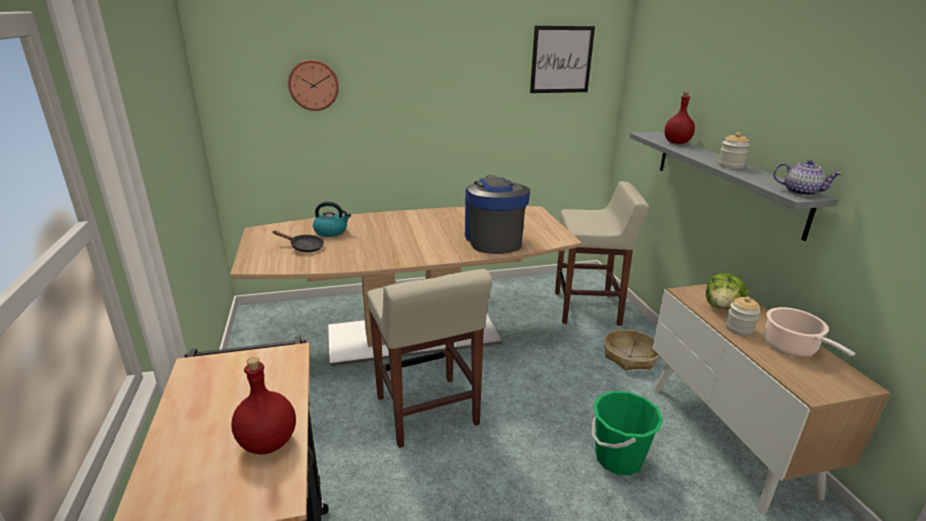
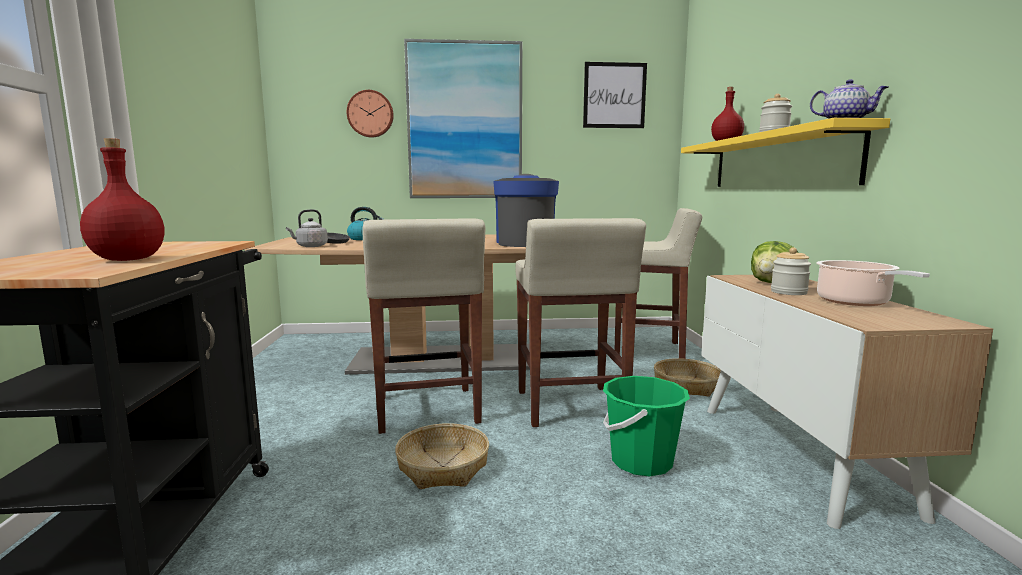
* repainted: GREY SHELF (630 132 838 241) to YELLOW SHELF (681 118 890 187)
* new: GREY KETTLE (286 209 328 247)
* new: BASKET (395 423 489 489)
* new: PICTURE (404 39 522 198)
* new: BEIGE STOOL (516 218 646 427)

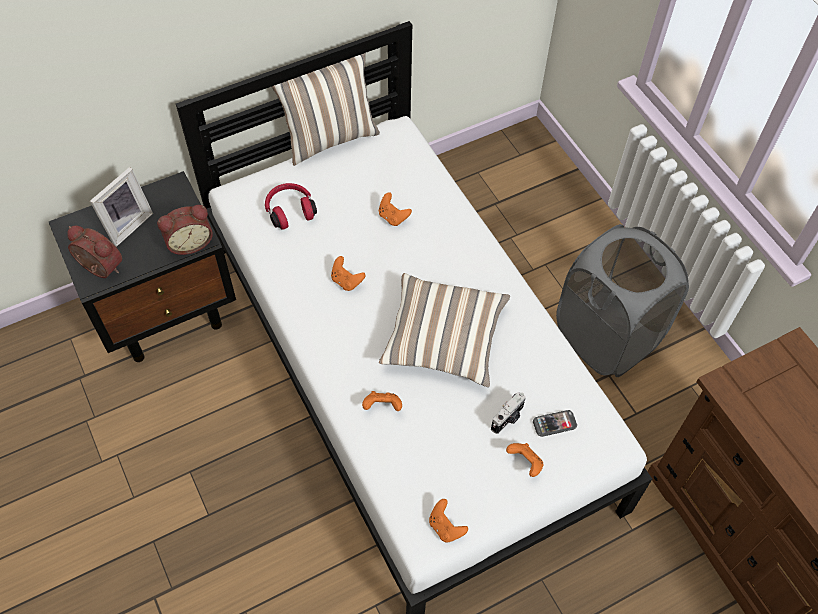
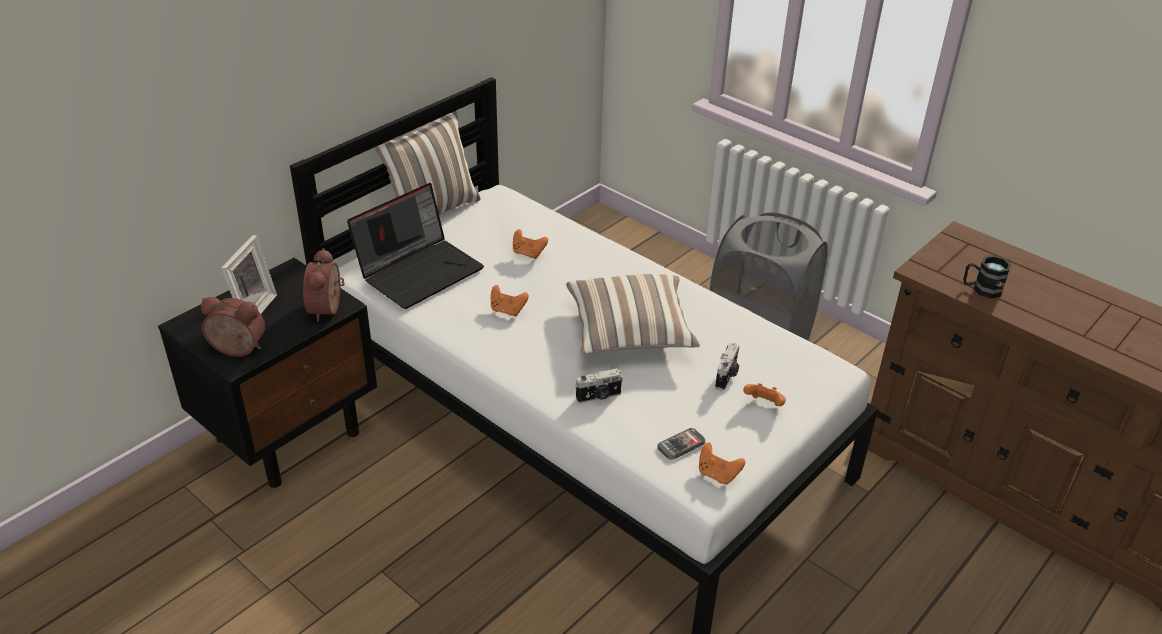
* rotated: ALARM CLOCK (157 205 213 255) = (303 248 345 322) 135 degrees clockwise
* swapped: RED HEADPHONES (265 183 317 230) to LAPTOP (347 183 484 309)
* swapped: ORANGE GAME CONTROLLER (362 391 402 411) to PHOTO CAMERA (575 368 623 403)
* shifted: PHONE (533 410 577 437) to (657 428 705 460)
* new: BLACK MUG (963 255 1012 299)

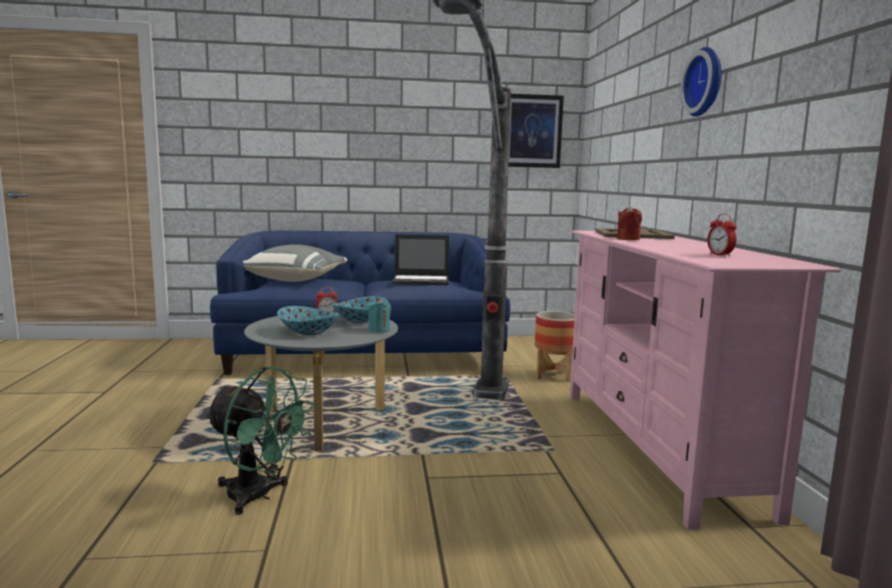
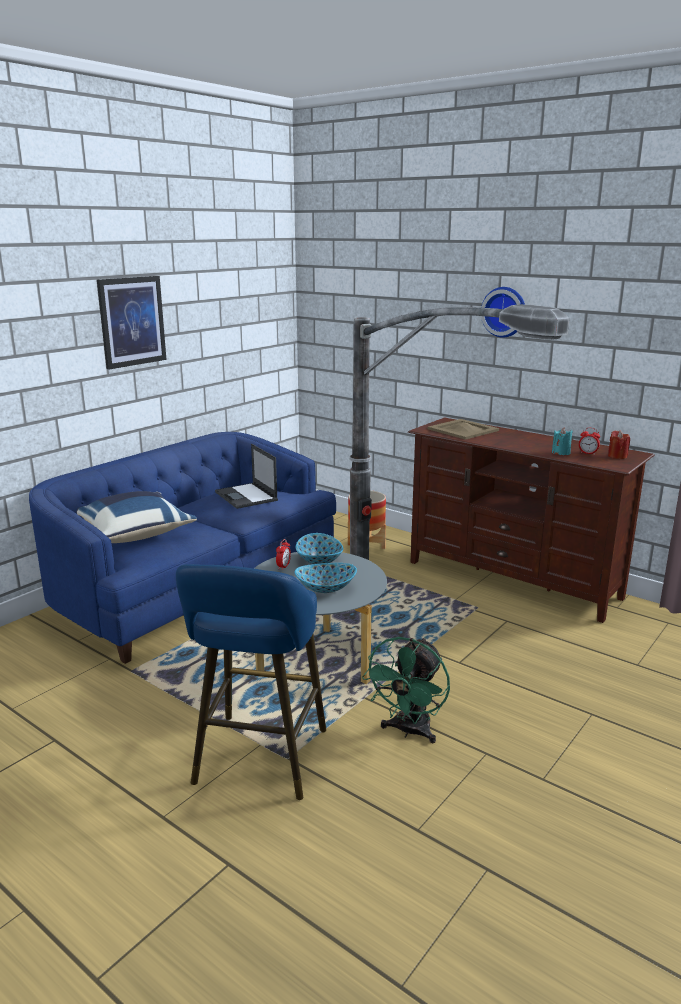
* rotated: GREEN FAN (205 367 315 515) = (362 637 450 744) 135 degrees clockwise
* repainted: GREY PILLOW (243 244 347 282) to BLUE PILLOW (76 491 197 543)
* shifted: TURQUOISE CANDLE (368 298 391 332) to (552 427 573 455)
* rotated: LAPTOP (392 234 449 285) = (215 444 278 509) 105 degrees clockwise
* shifted: PICTURE (508 94 564 168) to (97 276 166 369)
* repainted: PINK TV STAND (570 231 841 530) to BROWN TV STAND (408 417 655 623)
* shifted: RED CANDLE (617 206 642 240) to (608 431 630 459)
* new: BLUE STOOL (176 564 326 800)

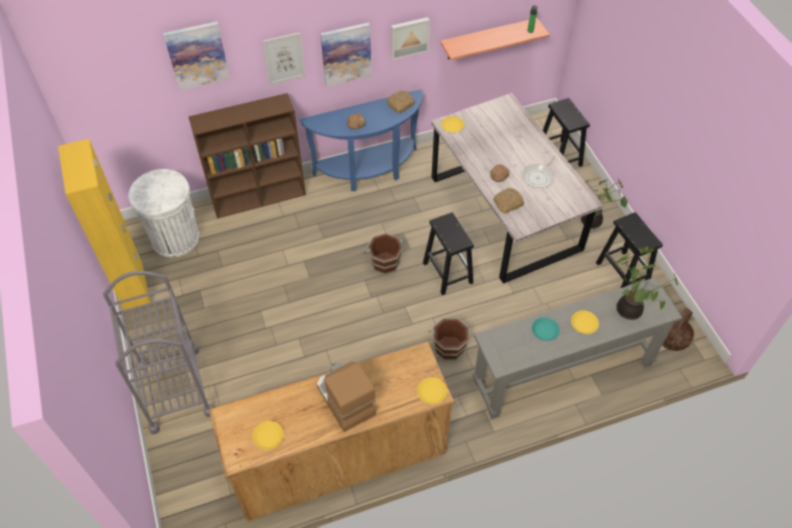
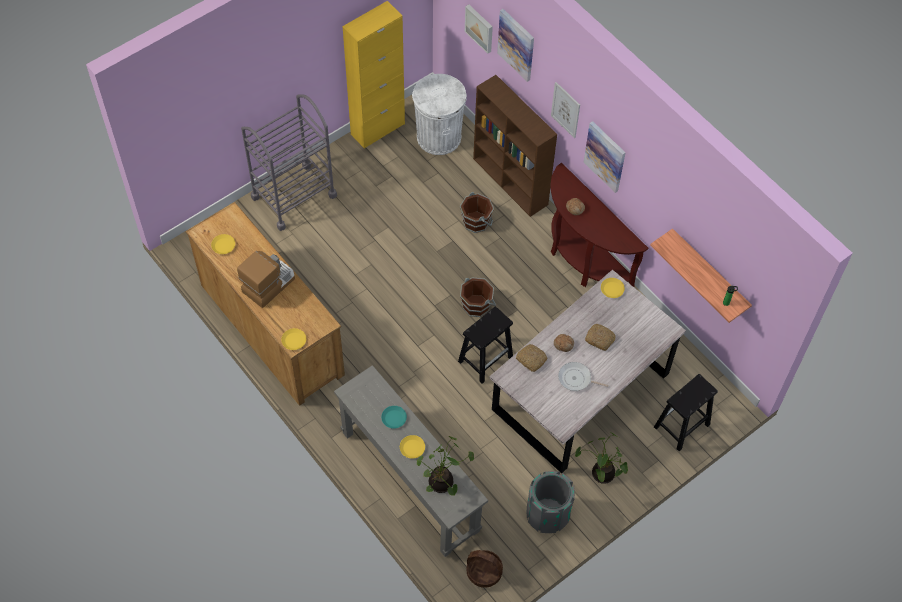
* repainted: BLUE CONSOLE TABLE (300 89 423 191) to BROWN CONSOLE TABLE (550 163 648 287)
* shifted: BREAD (387 91 415 113) to (585 324 616 351)
* shifted: PICTURE (391 17 430 60) to (465 4 493 54)
* shifted: BROWN BUCKET (429 318 472 361) to (460 192 494 233)
* swapped: BLACK STOOL (596 212 663 288) to GREY TRASH CAN (527 471 575 533)

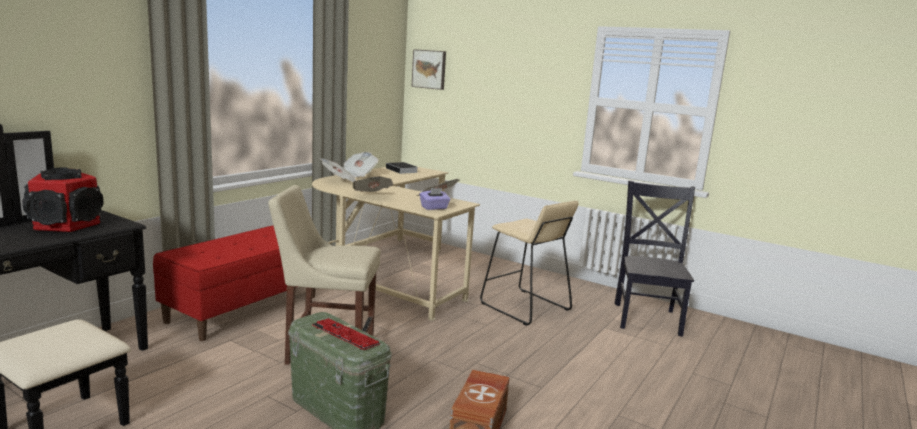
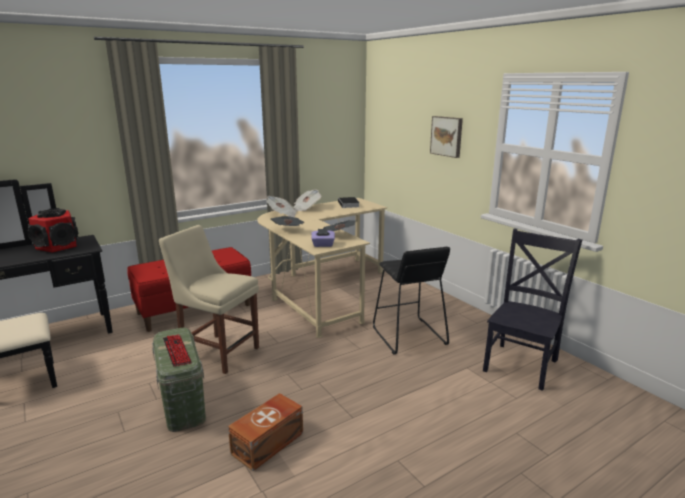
* shifted: PICTURE (412 49 446 90) to (430 116 463 158)
* repainted: BEIGE STOOL (480 201 578 326) to BLACK STOOL (373 247 450 355)

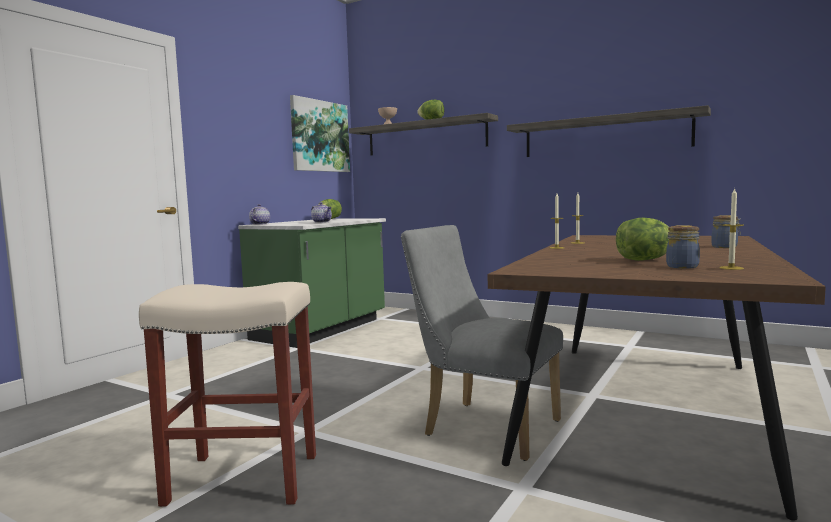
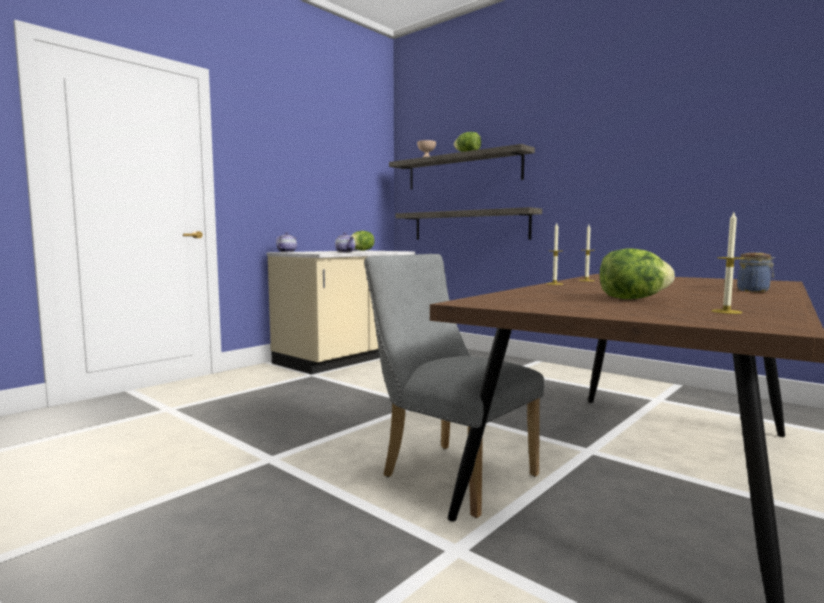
* gone: BEIGE STOOL (139 282 316 507)
* repainted: GREEN COUNTER (238 218 386 348) to BEIGE COUNTER (267 250 415 374)
* gone: PICTURE (290 95 350 172)
* shifted: SHELF (507 105 711 157) to (396 207 542 240)
* gone: JAR (666 225 700 269)

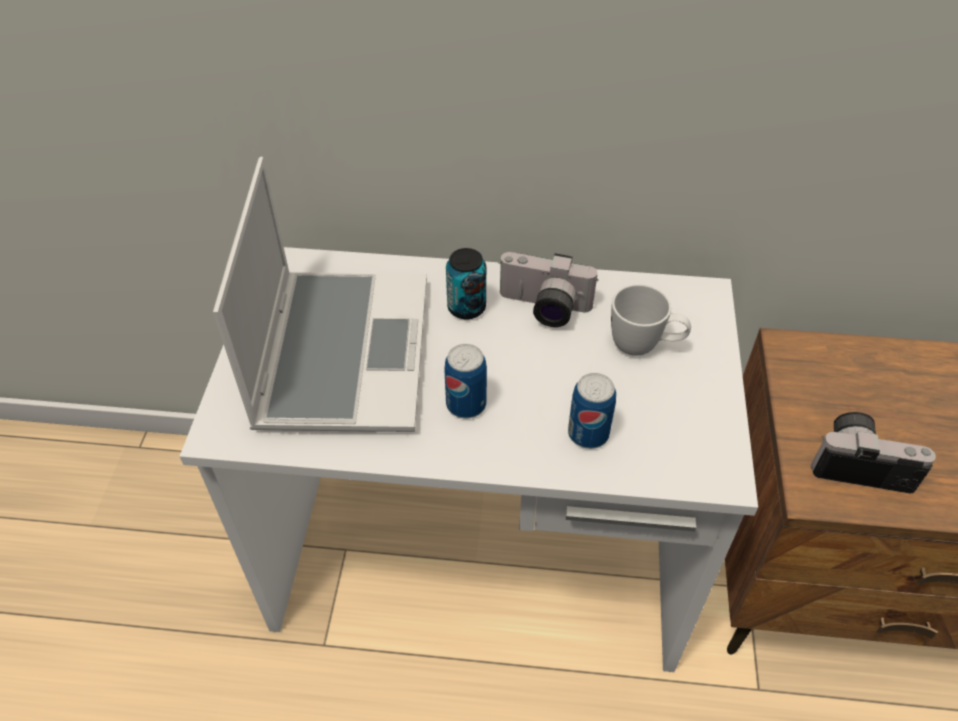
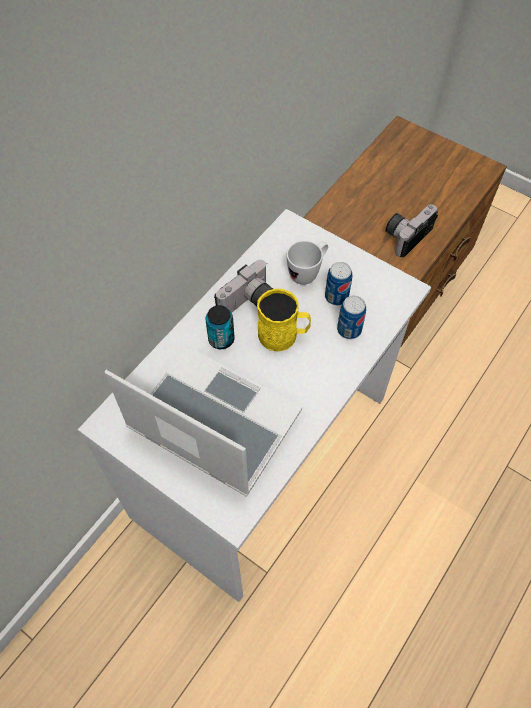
* shifted: CAN (444 344 487 418) to (325 262 352 305)
* new: YELLOW MUG (257 289 311 352)

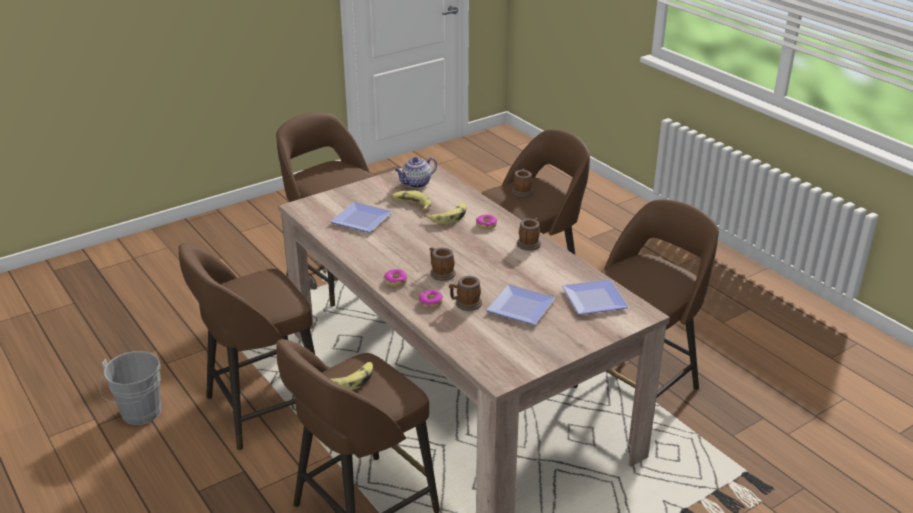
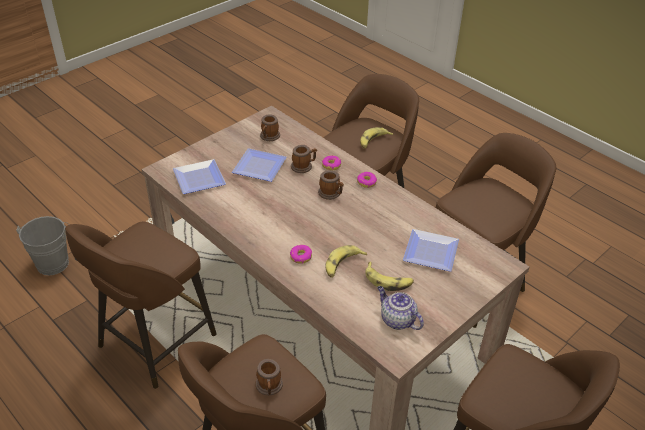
* shifted: GREY BUCKET (100 351 161 425) to (16 216 69 275)
* rotated: TEAPOT (395 157 437 188) = (377 286 424 330) 90 degrees counterclockwise
* shifted: MUG (517 218 541 251) to (260 114 280 141)

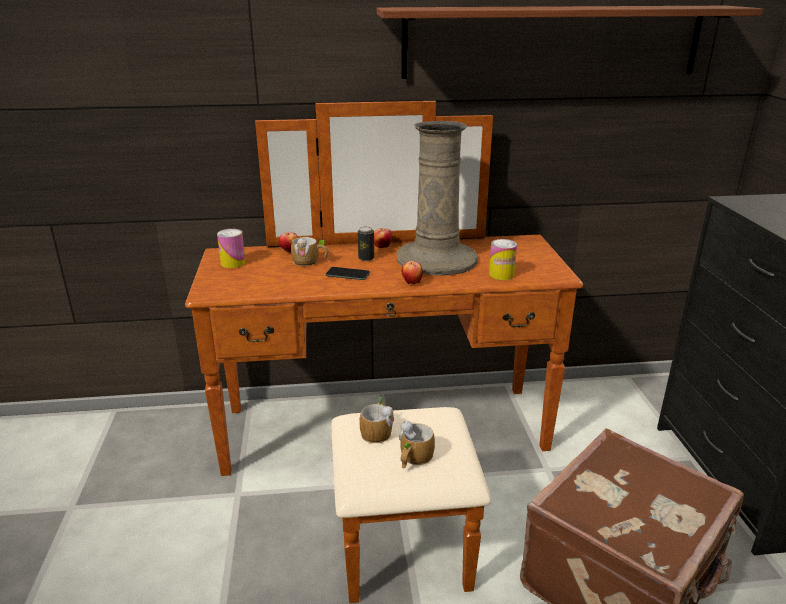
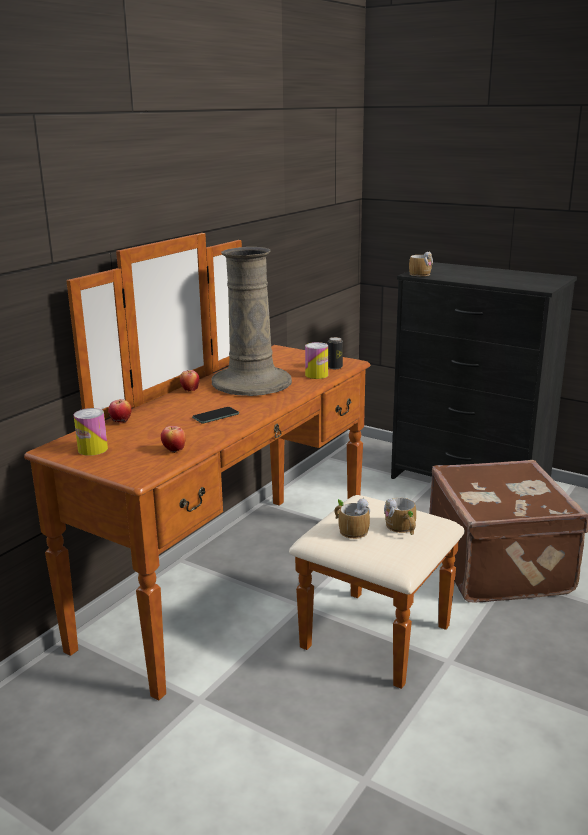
* shifted: MUG (291 237 329 266) to (409 252 433 276)
* shifted: CAN (358 227 374 261) to (328 337 343 369)
* gone: SHELF (376 6 763 79)
* shifted: APPLE (402 261 423 284) to (161 426 186 453)

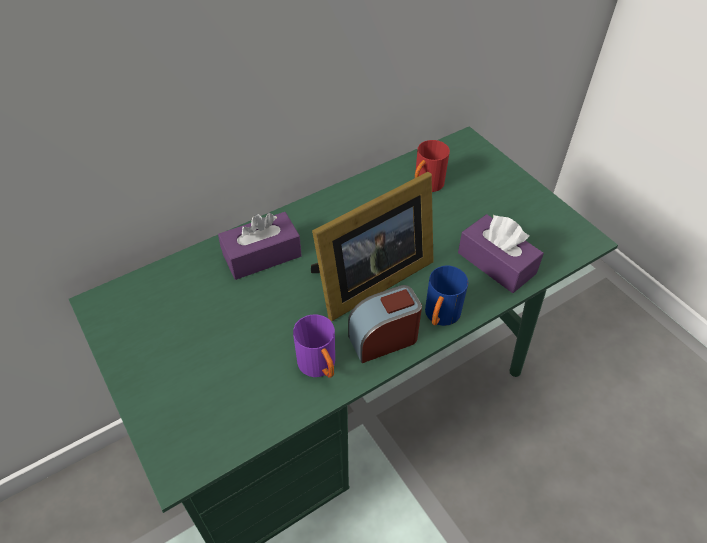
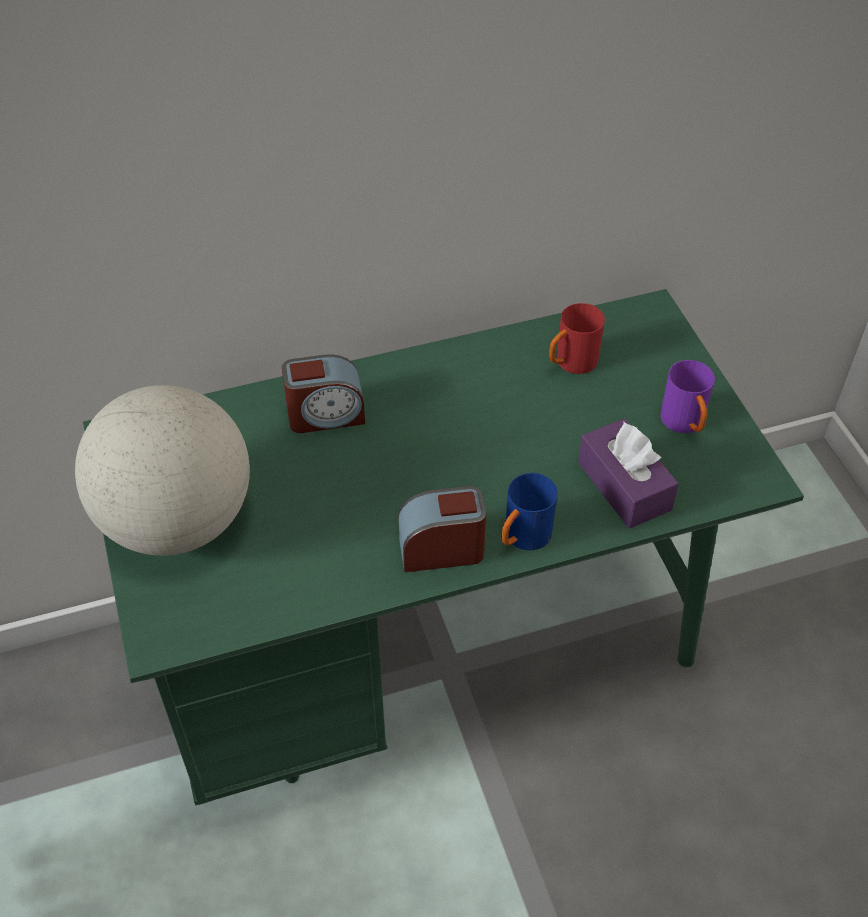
* swapped: PURPLE TISSUE BOX (218 212 302 280) to ALARM CLOCK (282 354 365 433)
* shifted: PURPLE MUG (293 315 335 378) to (660 360 715 433)
* gone: PICTURE FRAME (311 172 434 321)
* new: GLOBE (75 385 250 556)

